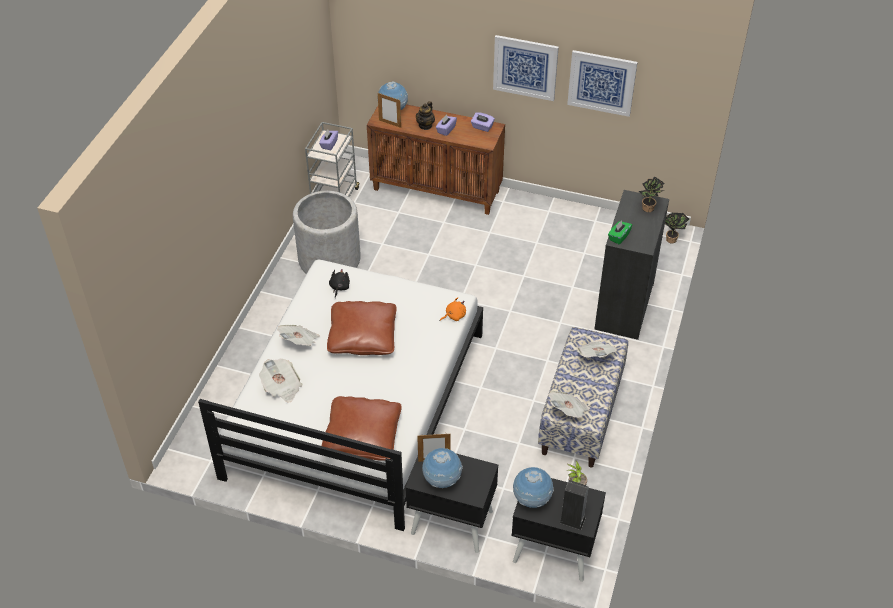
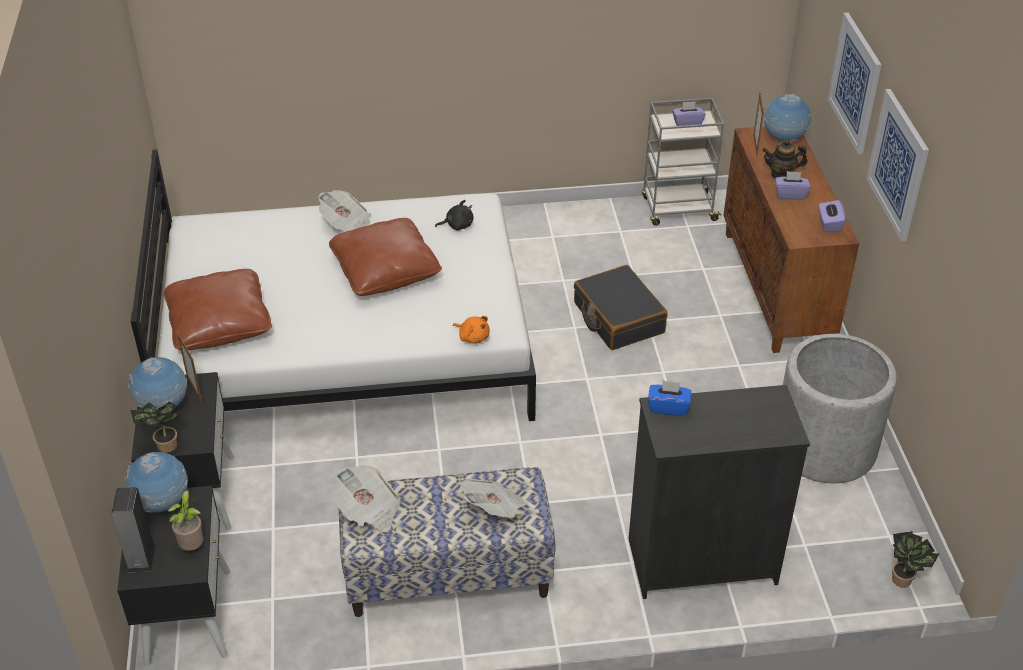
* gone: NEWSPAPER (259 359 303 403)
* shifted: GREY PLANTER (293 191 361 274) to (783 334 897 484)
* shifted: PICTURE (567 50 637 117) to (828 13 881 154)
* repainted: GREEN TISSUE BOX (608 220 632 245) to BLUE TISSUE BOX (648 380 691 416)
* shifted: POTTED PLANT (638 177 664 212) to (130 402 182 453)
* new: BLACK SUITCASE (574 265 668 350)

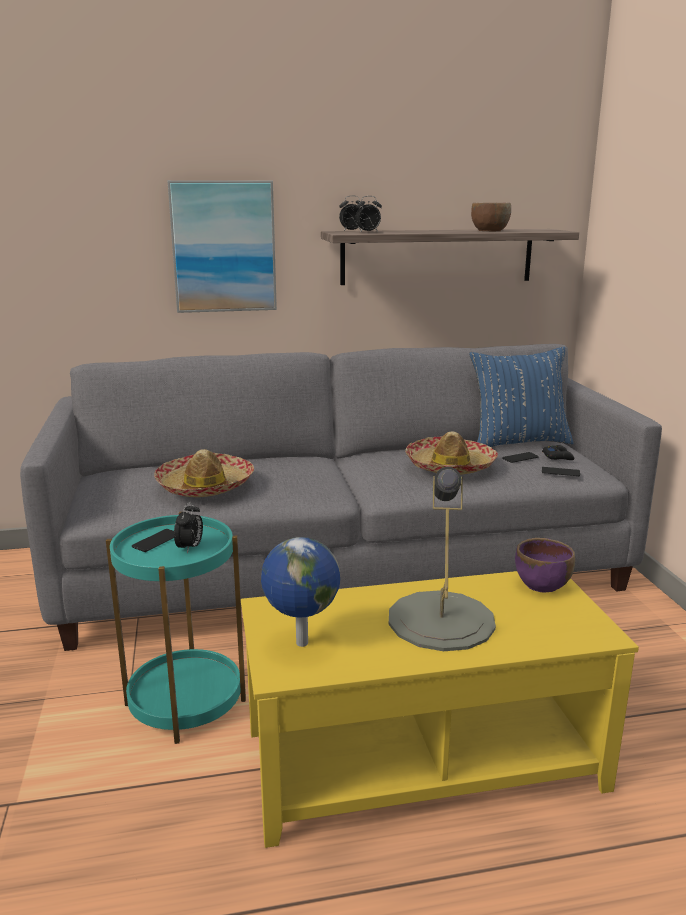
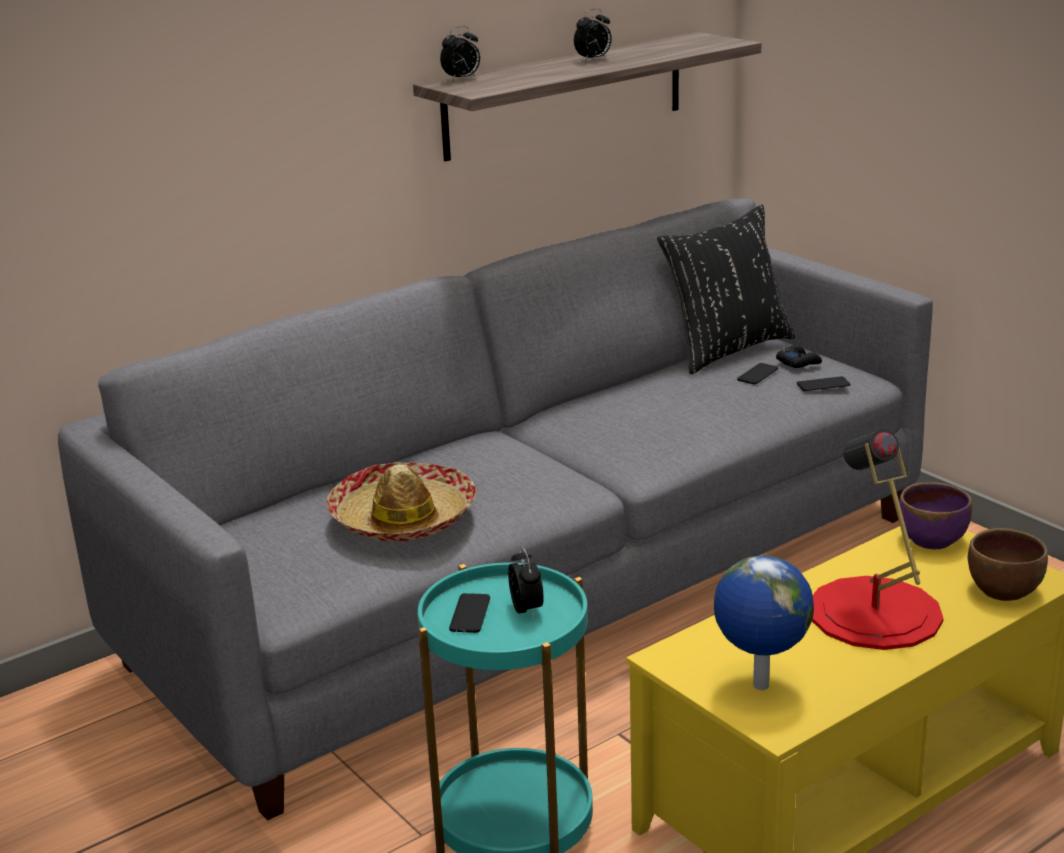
* gone: PICTURE (167 180 277 313)
* shifted: ALARM CLOCK (356 196 382 232) to (574 8 612 61)
* repainted: GREY TABLE LAMP (389 467 496 651) to RED TABLE LAMP (812 429 943 650)
* gone: HAT (405 431 498 475)
* repainted: BLUE PILLOW (469 347 573 447) to BLACK PILLOW (657 205 795 374)
* shifted: BROWN BOWL (471 203 511 231) to (968 528 1048 601)

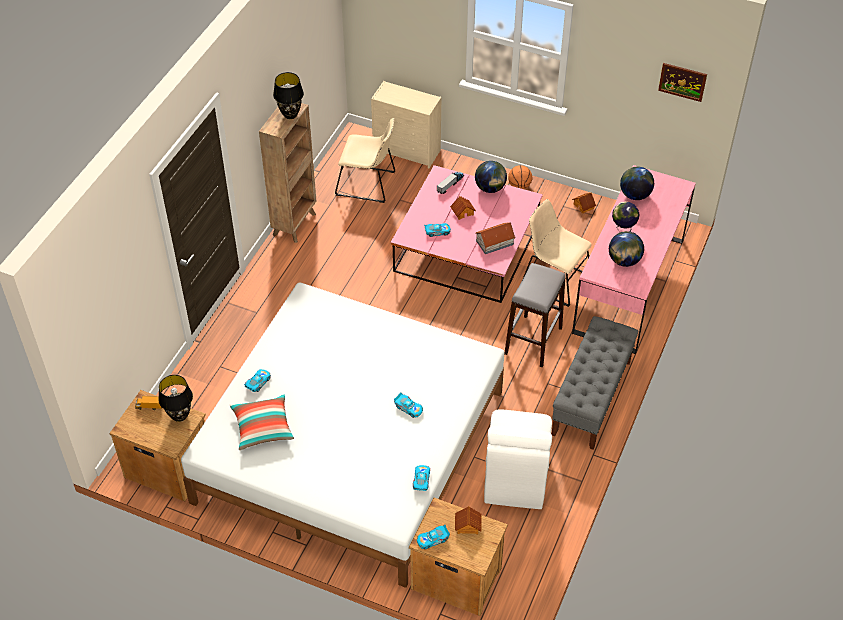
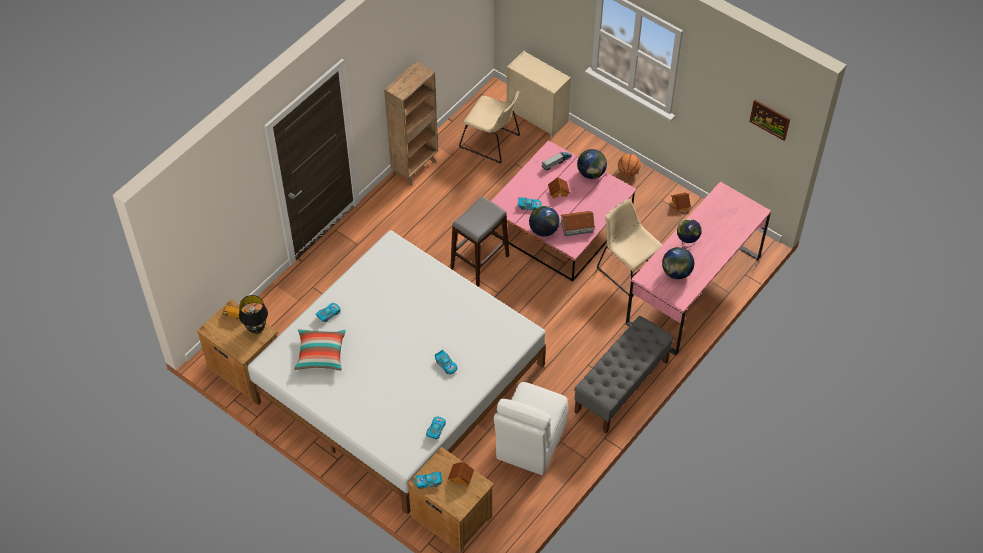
* gone: BLACK TABLE LAMP (273 72 304 119)
* shifted: GREY STOOL (504 263 566 367) to (450 196 509 286)
* shifted: GLOBE (620 166 654 200) to (529 206 560 237)

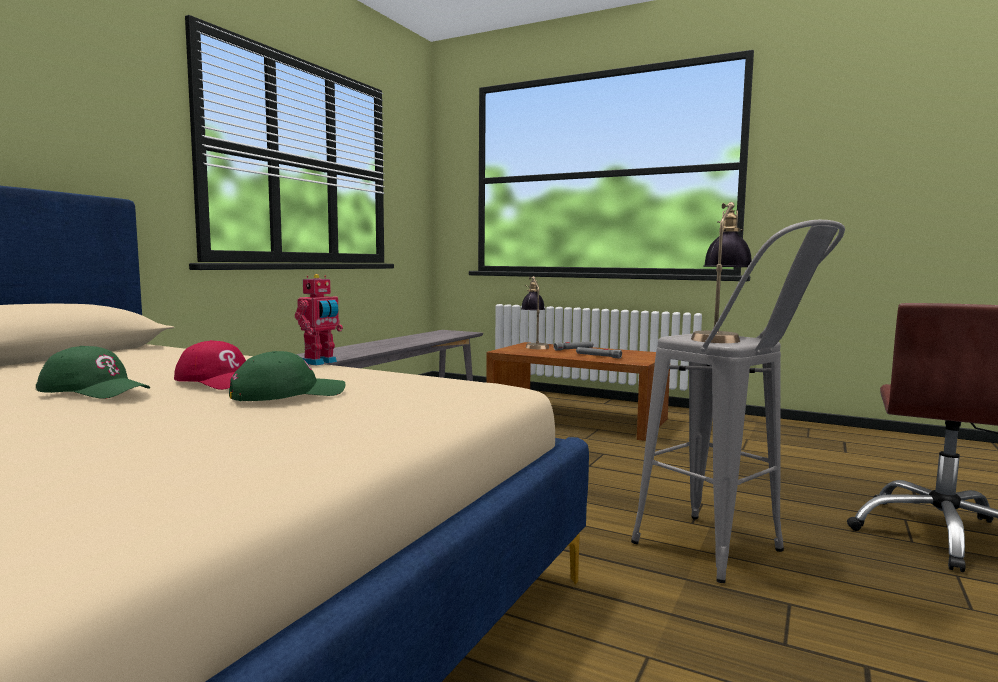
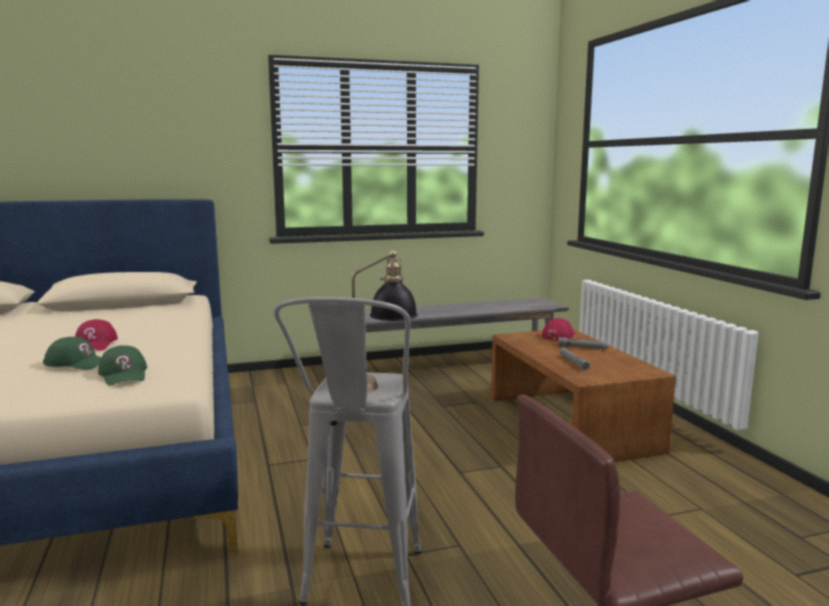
* shifted: GREEN CAP (36 346 151 399) to (98 345 147 386)
* gone: TOY ROBOT (295 274 343 366)
* swapped: TABLE LAMP (521 276 549 349) to RED CAP (542 318 576 340)

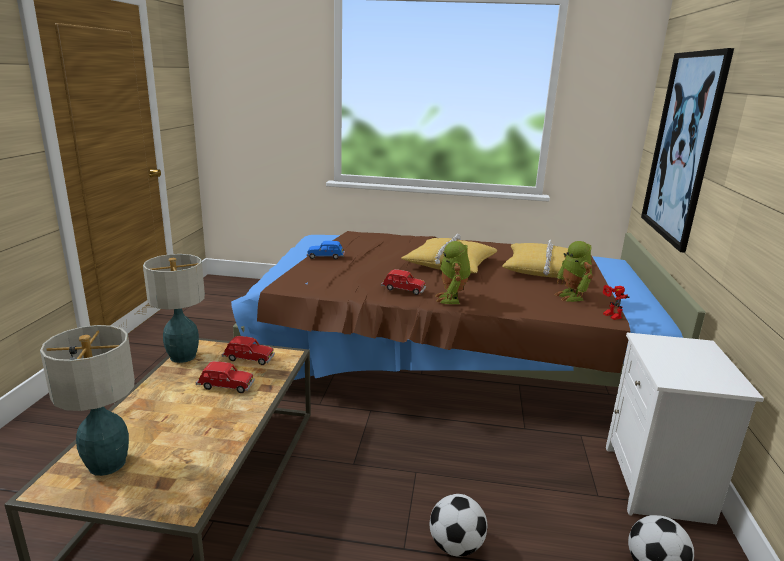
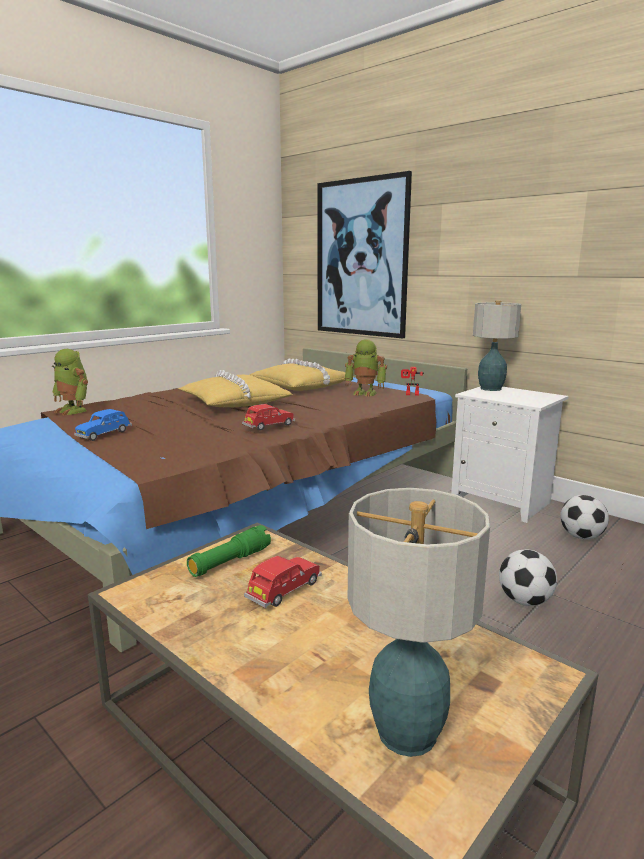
* shifted: TABLE LAMP (143 254 205 363) to (473 300 521 391)
* swapped: RED TOY CAR (222 336 275 365) to GREEN FLASHLIGHT (187 525 271 577)
* shifted: TOY ROBOT (436 241 471 304) to (52 349 88 415)

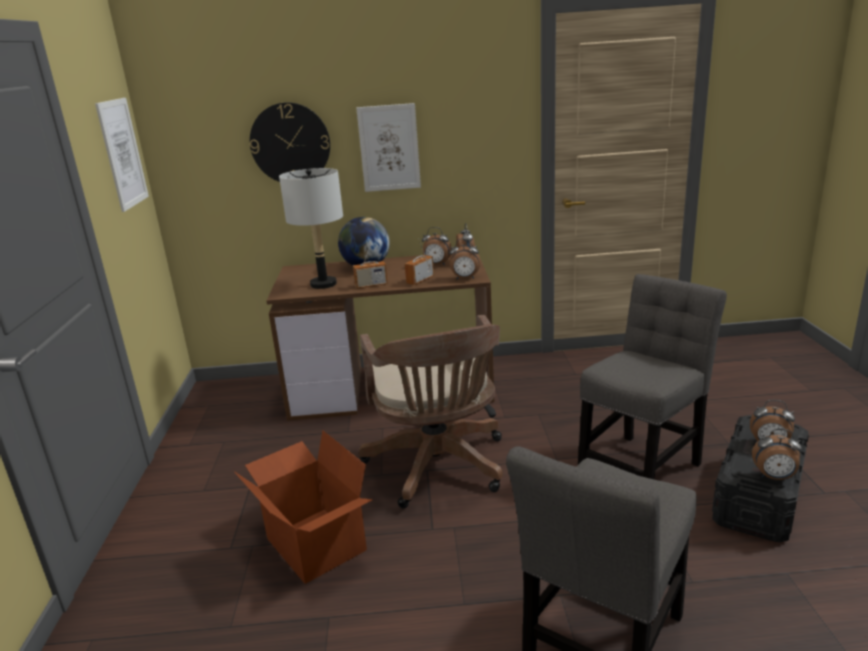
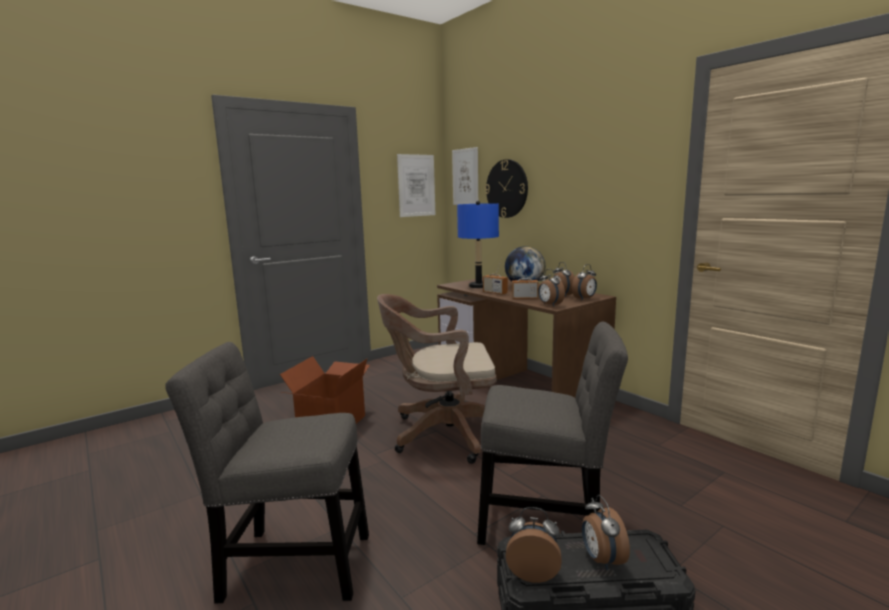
* repainted: GREY TABLE LAMP (279 168 343 289) to BLUE TABLE LAMP (457 201 499 288)
* shifted: PICTURE (356 103 421 192) to (452 147 478 205)
* rotated: BROWN OFFICE CHAIR (359 315 503 508) = (377 294 496 464) 45 degrees clockwise
* rotated: ALARM CLOCK (752 429 802 480) = (506 507 562 583) 120 degrees clockwise

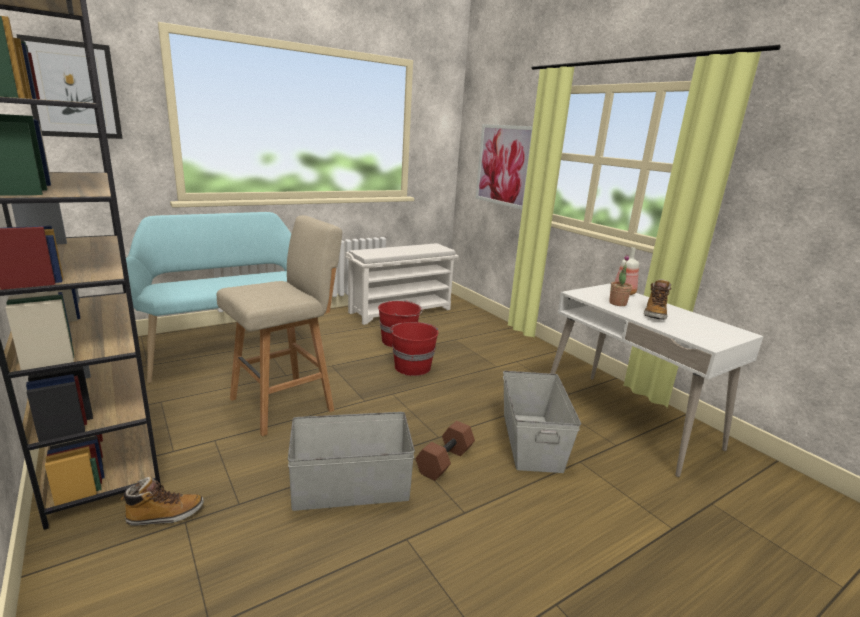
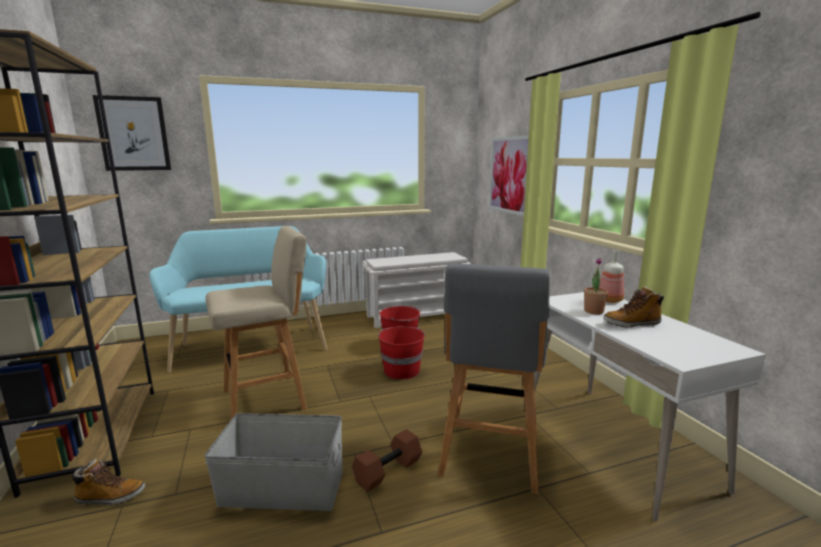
* swapped: GREY STORAGE BOX (503 371 581 473) to GREY STOOL (438 263 550 494)
* rotated: BOOT (644 279 671 319) = (603 286 664 328) 45 degrees clockwise

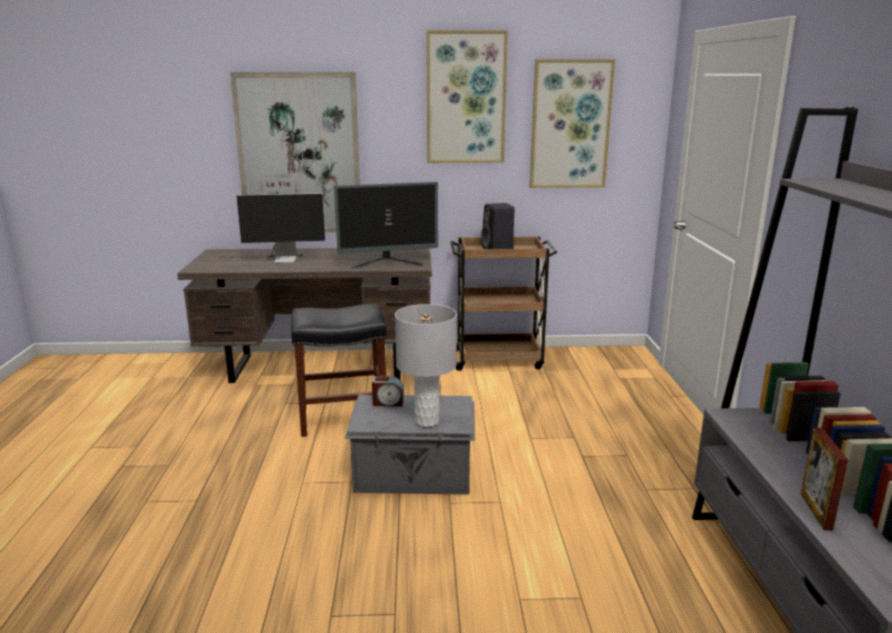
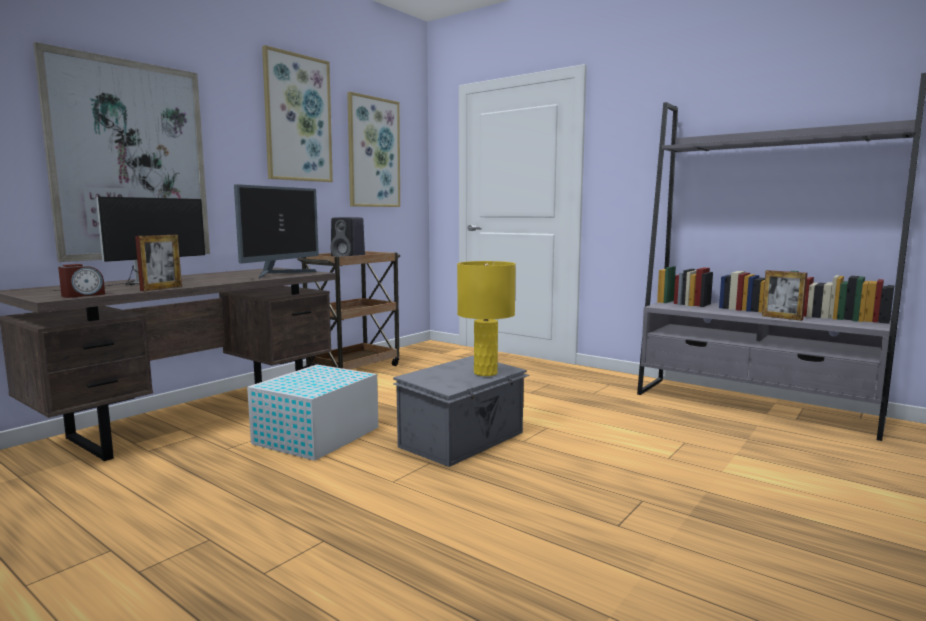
* swapped: BLACK STOOL (291 303 387 437) to WHITE STORAGE BOX (247 365 379 461)
* shifted: ALARM CLOCK (372 376 404 407) to (58 264 105 298)
* repainted: GREY TABLE LAMP (395 304 457 427) to YELLOW TABLE LAMP (457 261 516 376)
* new: PICTURE FRAME (135 235 182 291)

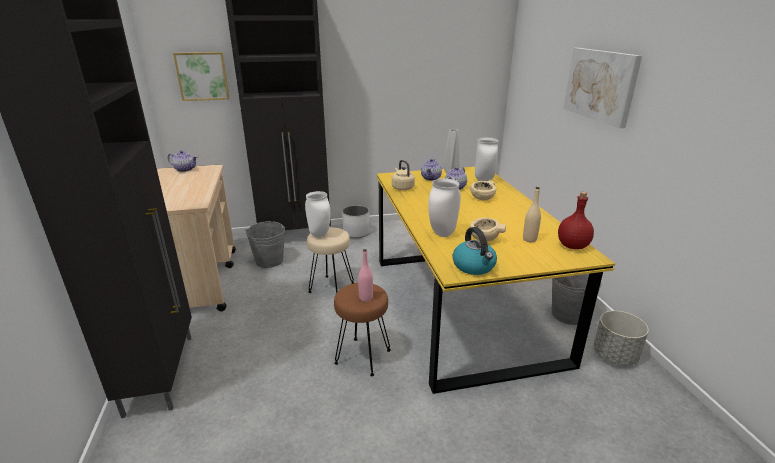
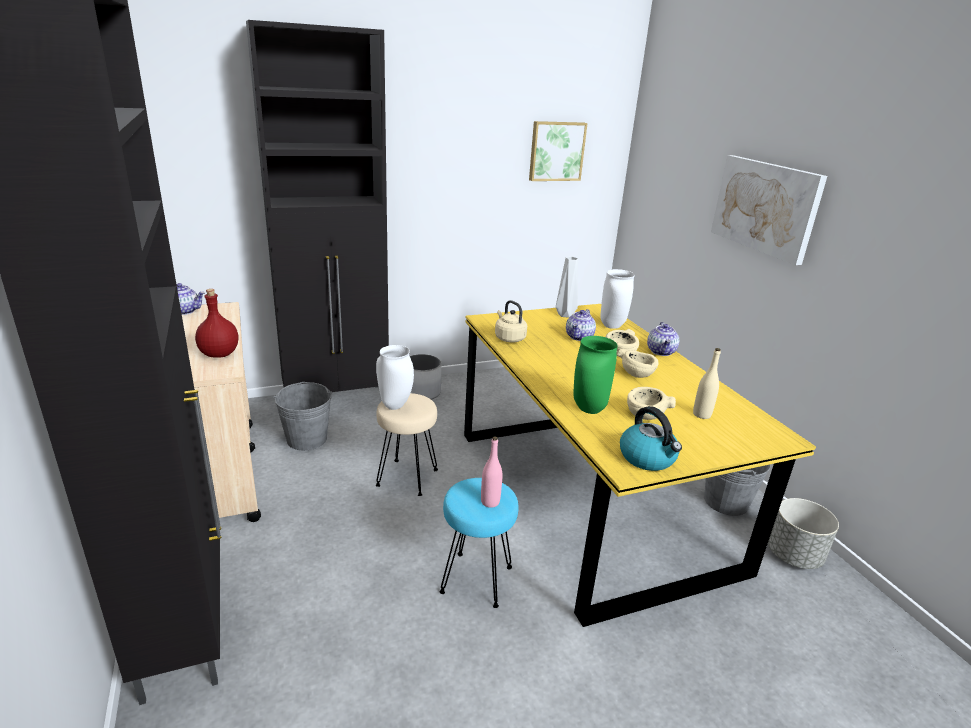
* shifted: PICTURE (173 52 230 101) to (529 121 588 181)
* repainted: BROWN STOOL (334 283 391 376) to TURQUOISE STOOL (439 478 518 608)
* shifted: TEAPOT (421 159 442 181) to (647 322 679 356)
* repainted: WHITE VASE (428 178 461 237) to GREEN VASE (573 336 618 414)
* shifted: RED BOTTLE (558 192 594 249) to (195 289 238 358)
* new: BEIGE BOWL (617 349 659 378)

